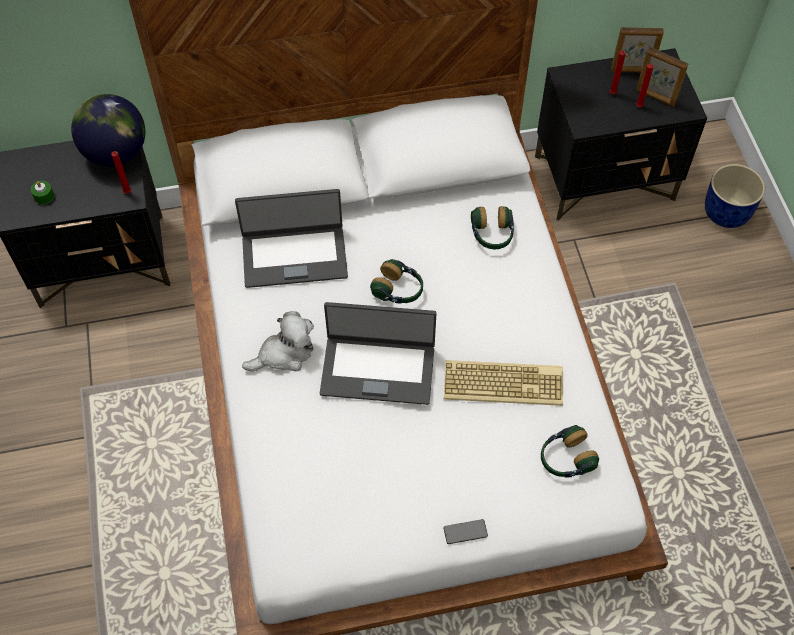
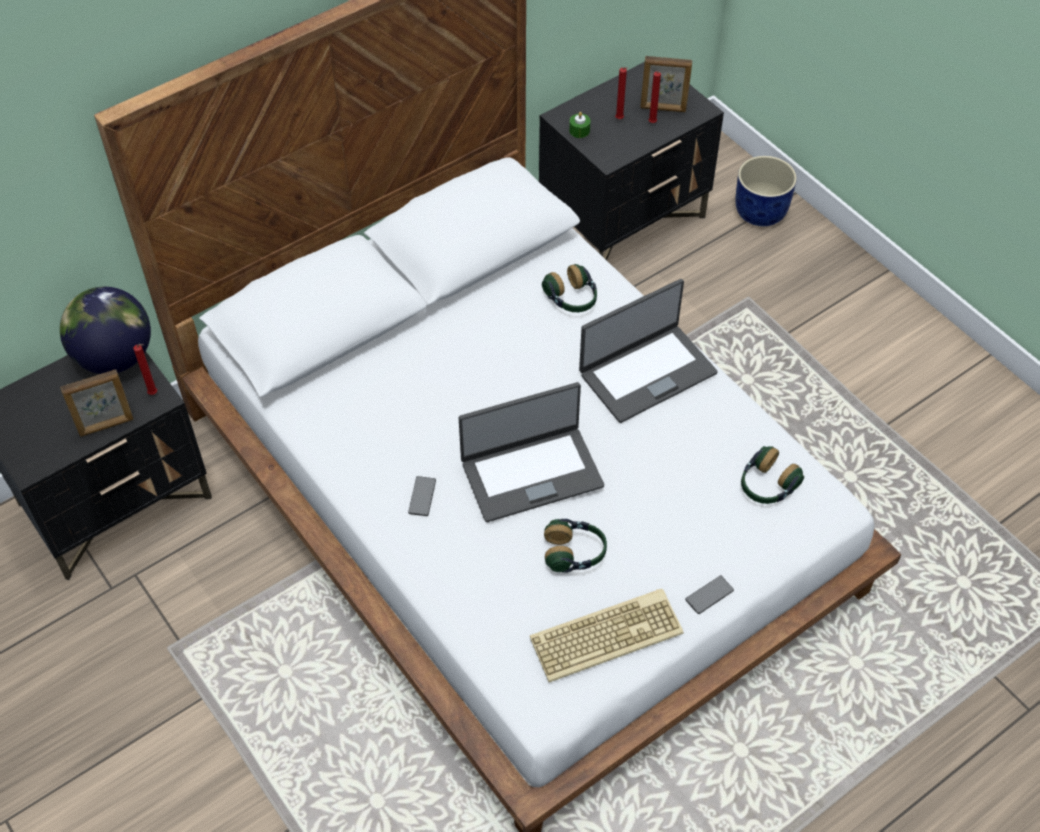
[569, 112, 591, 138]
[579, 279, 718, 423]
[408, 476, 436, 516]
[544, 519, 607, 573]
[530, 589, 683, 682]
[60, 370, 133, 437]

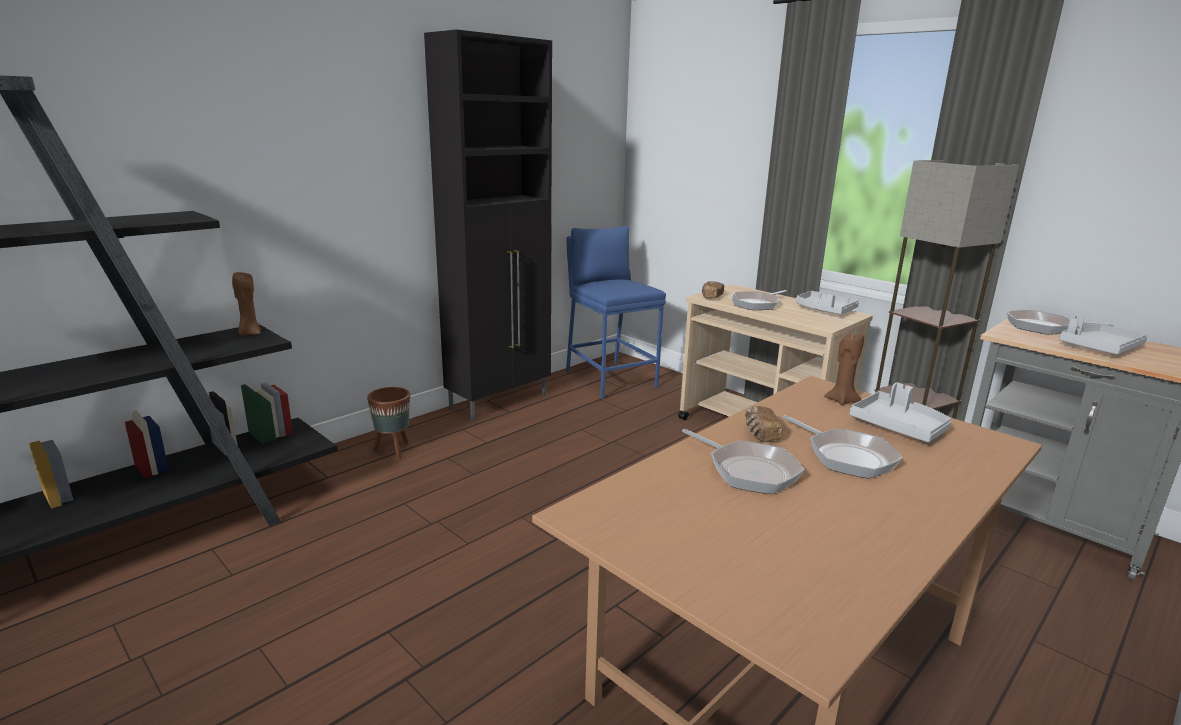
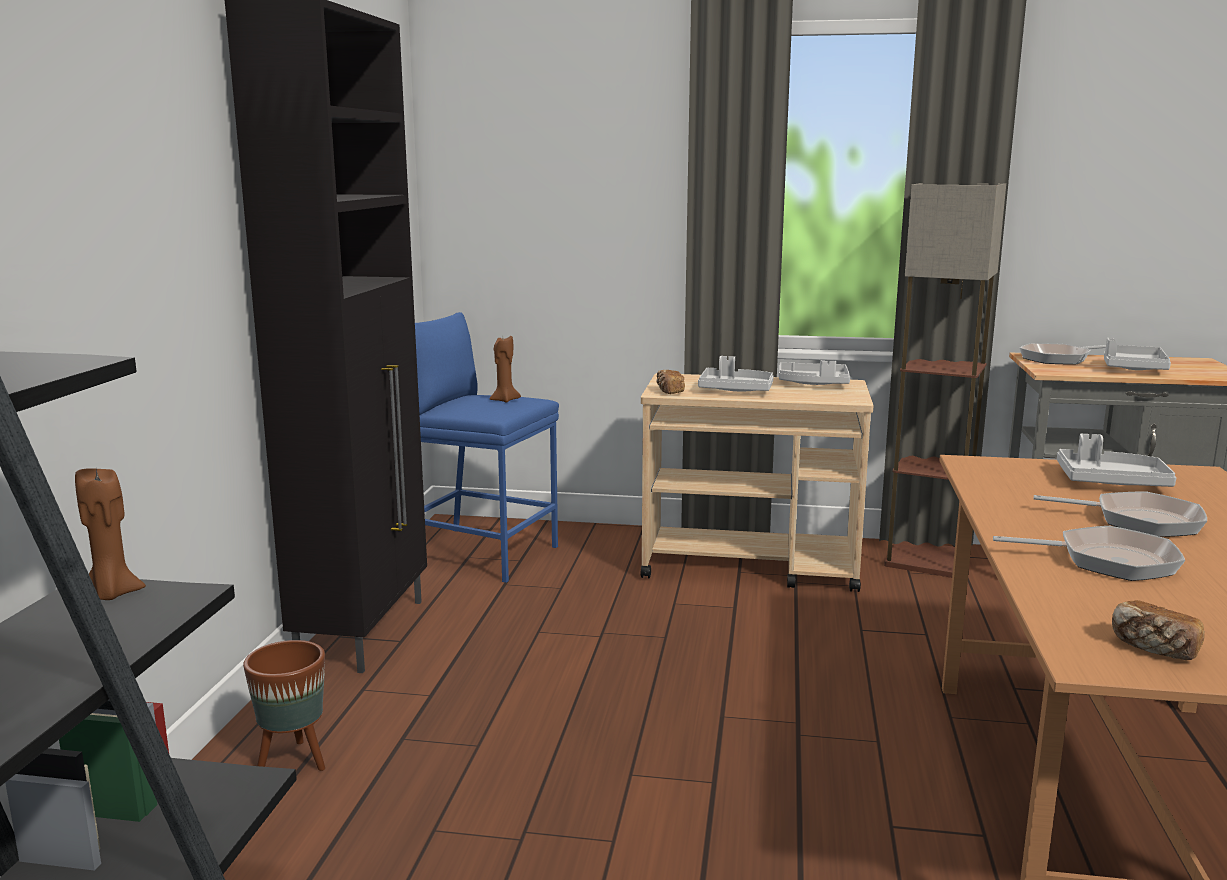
[698, 356, 774, 391]
[1112, 600, 1205, 660]
[490, 336, 521, 403]

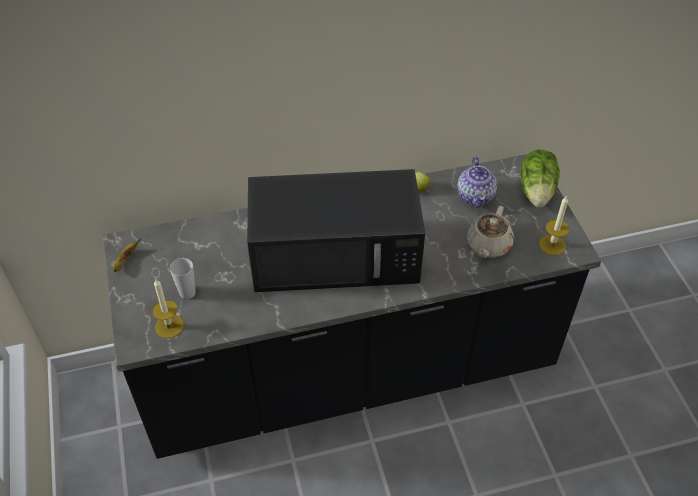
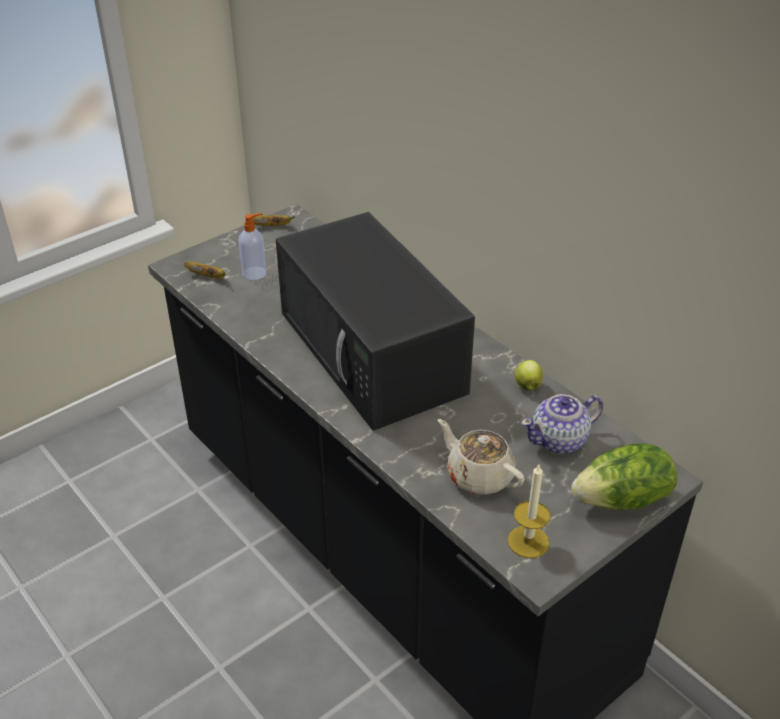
[184, 262, 226, 278]
[239, 213, 267, 280]
[438, 419, 525, 495]

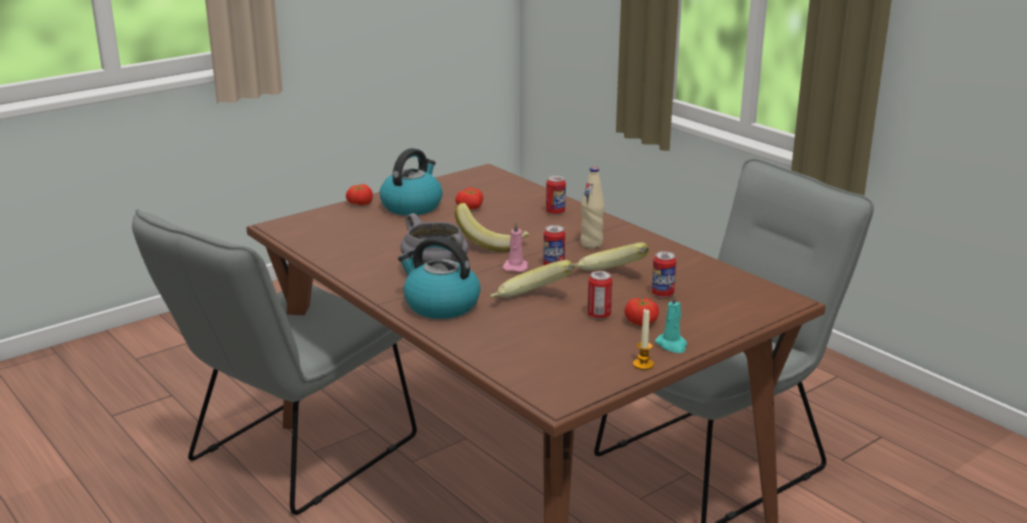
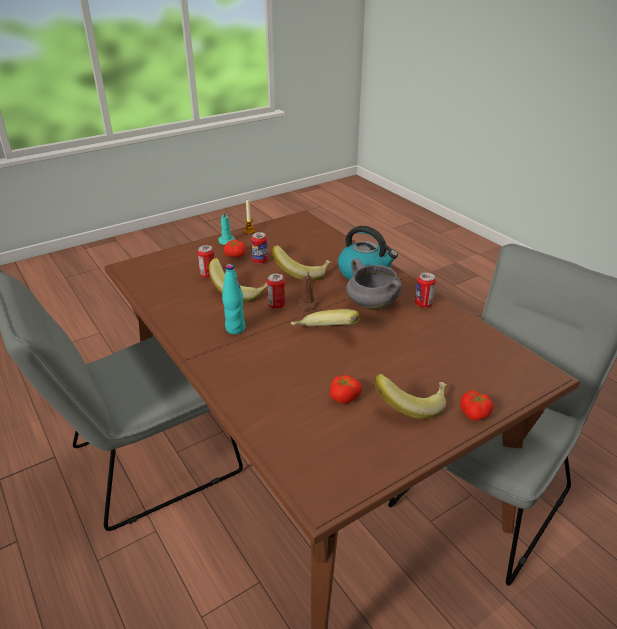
[375, 374, 447, 419]
[297, 270, 319, 312]
[415, 273, 436, 308]
[222, 264, 246, 334]

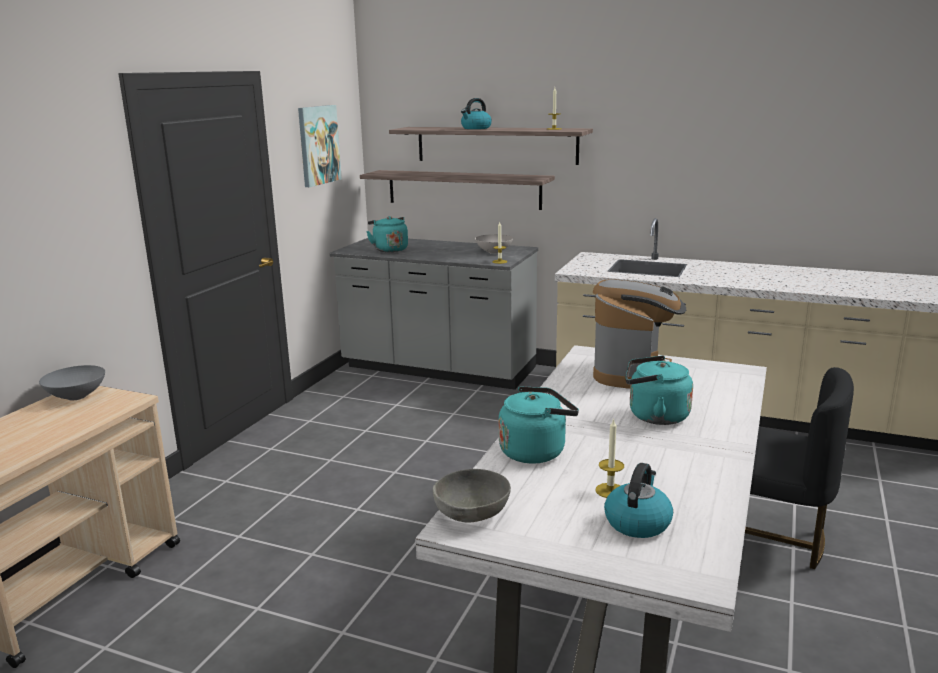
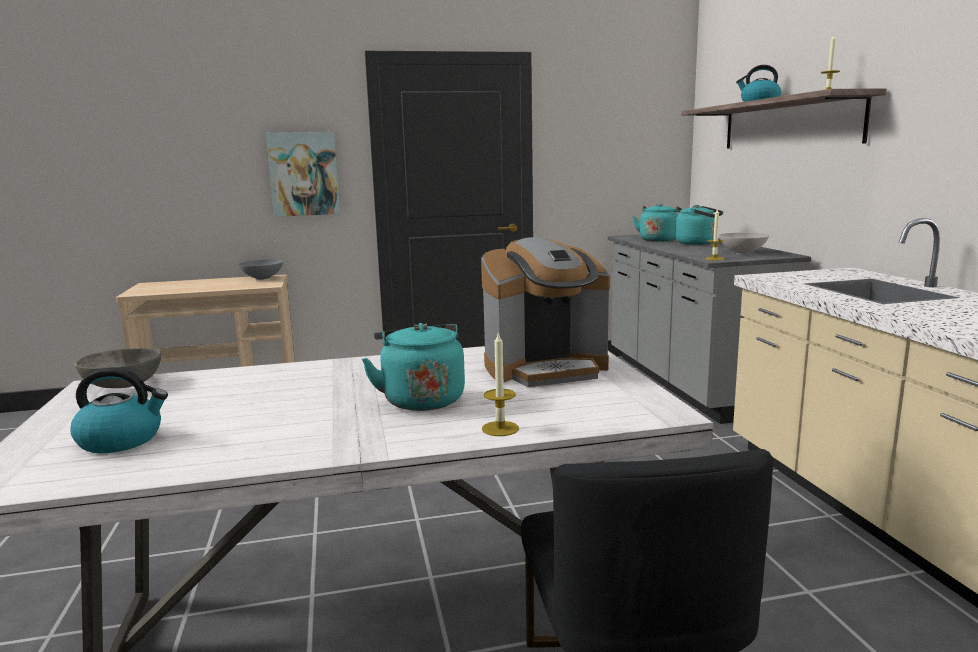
[266, 132, 340, 217]
[360, 170, 555, 210] (first image)
[675, 205, 723, 245]
[482, 332, 519, 436]

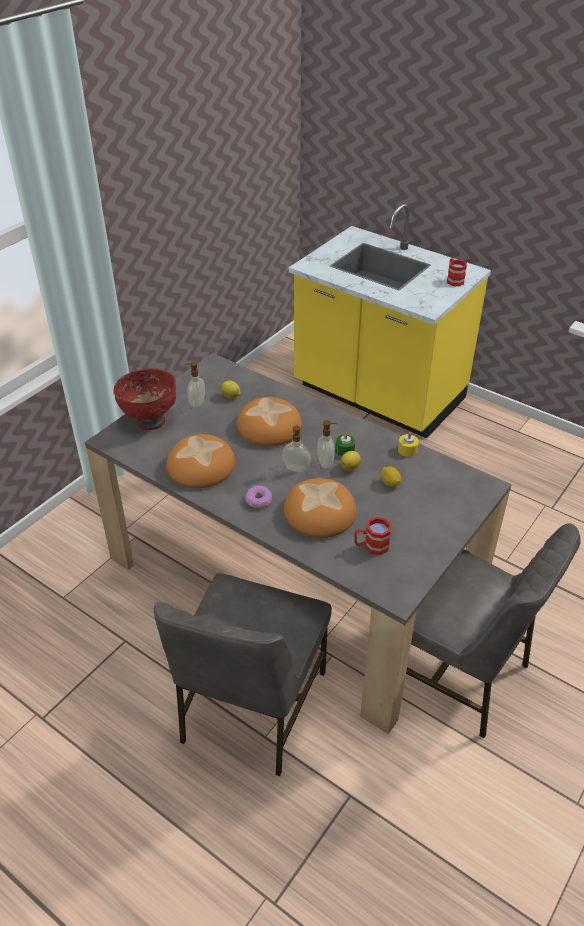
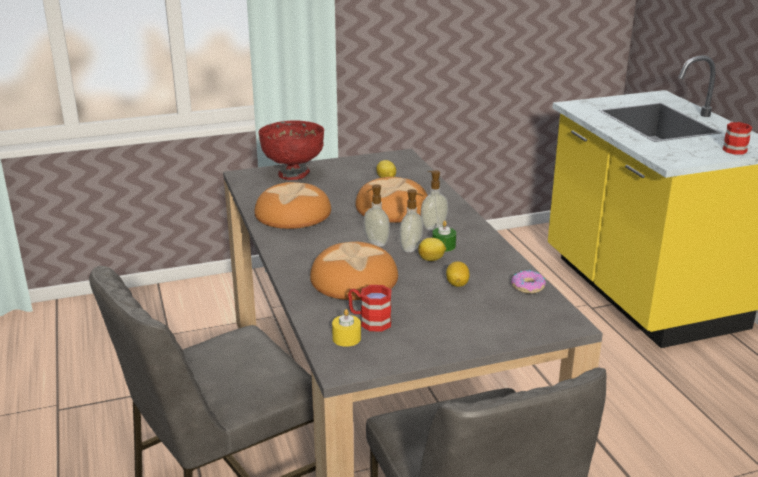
[421, 170, 448, 230]
[511, 270, 546, 294]
[332, 309, 361, 347]

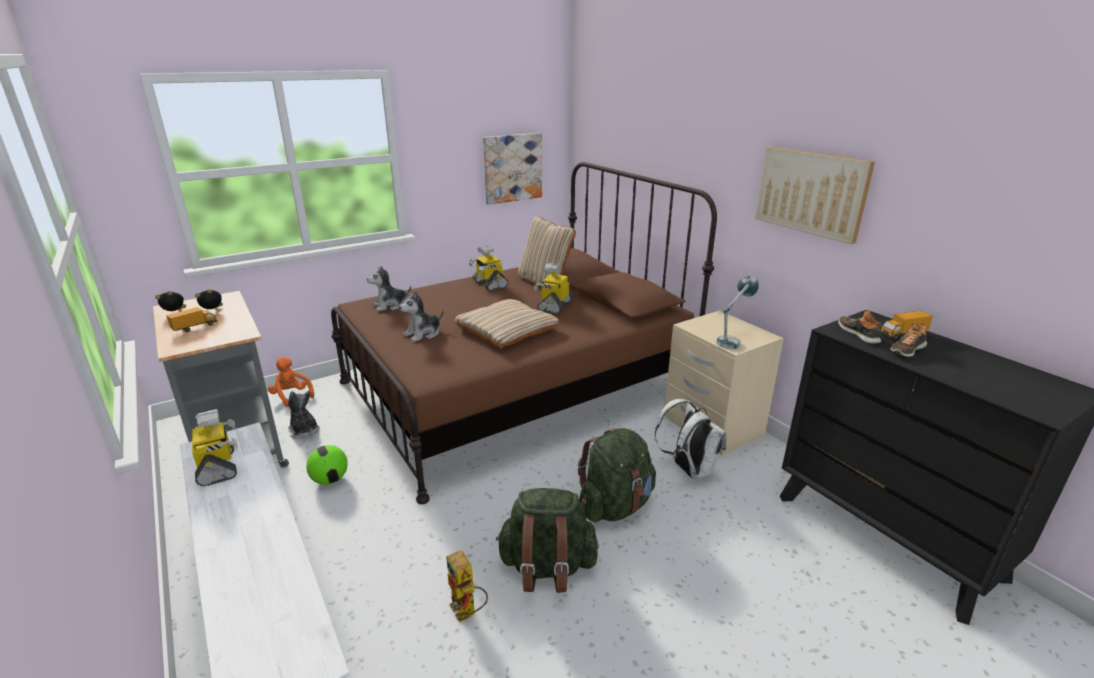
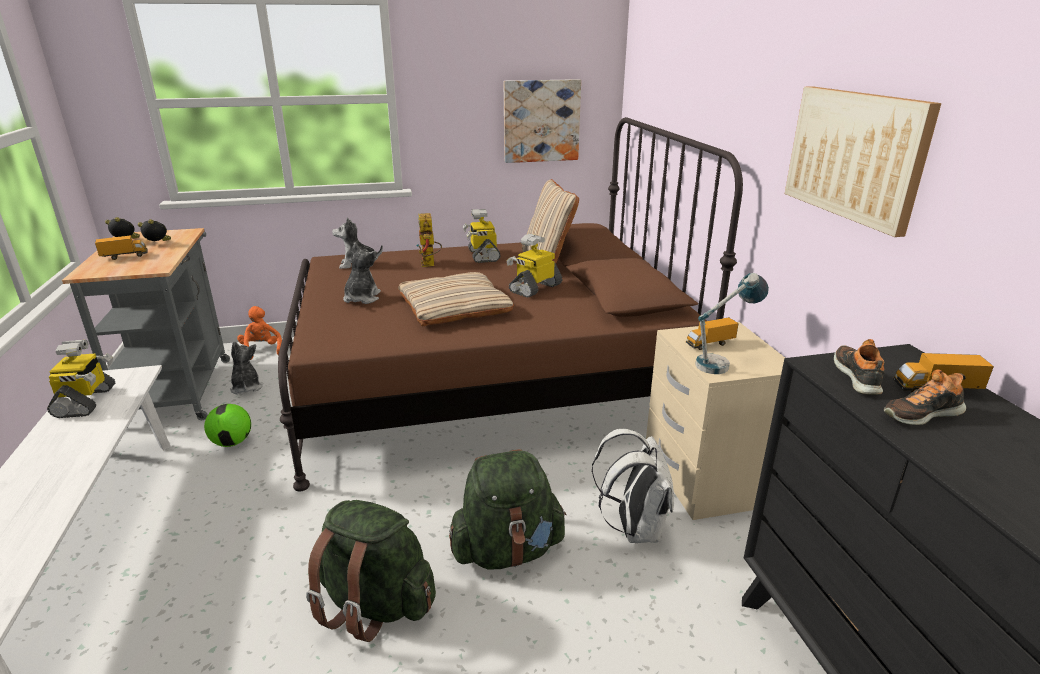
[343, 243, 381, 304]
[416, 213, 442, 267]
[686, 317, 739, 350]

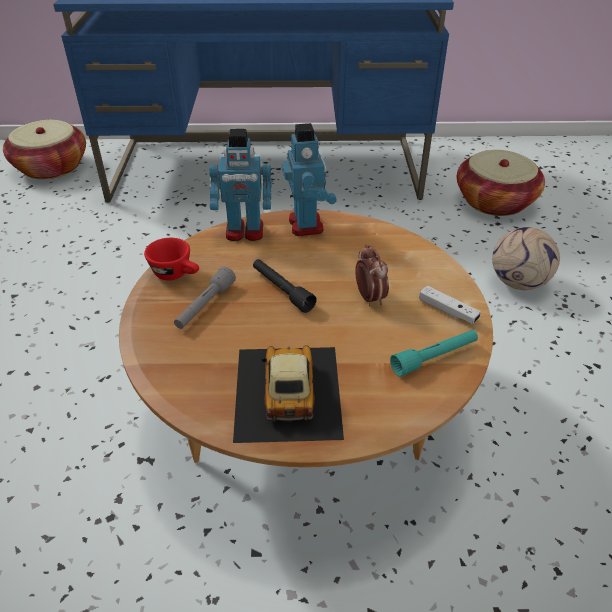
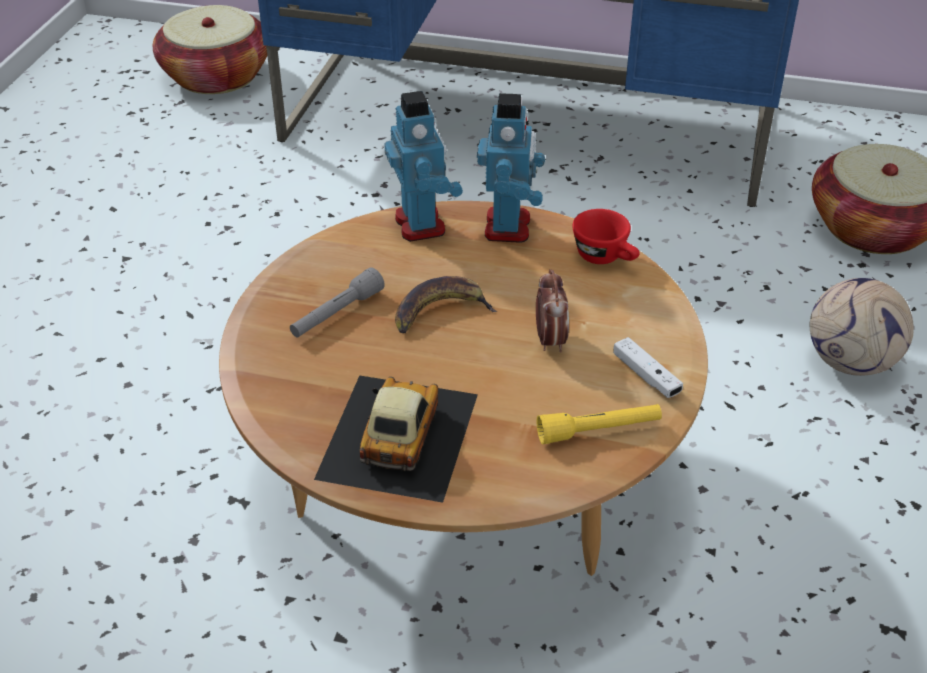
[572, 209, 640, 264]
[385, 91, 463, 242]
[395, 276, 497, 333]
[537, 404, 662, 444]

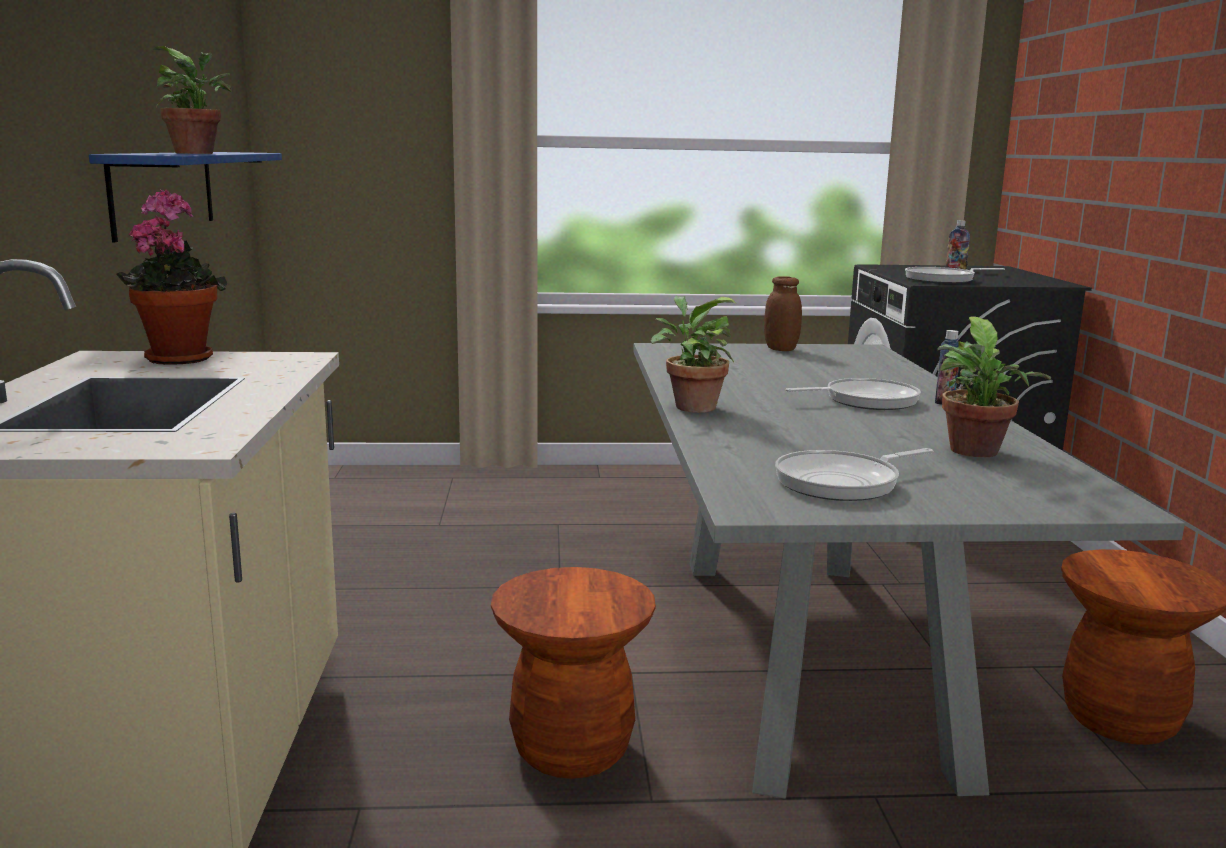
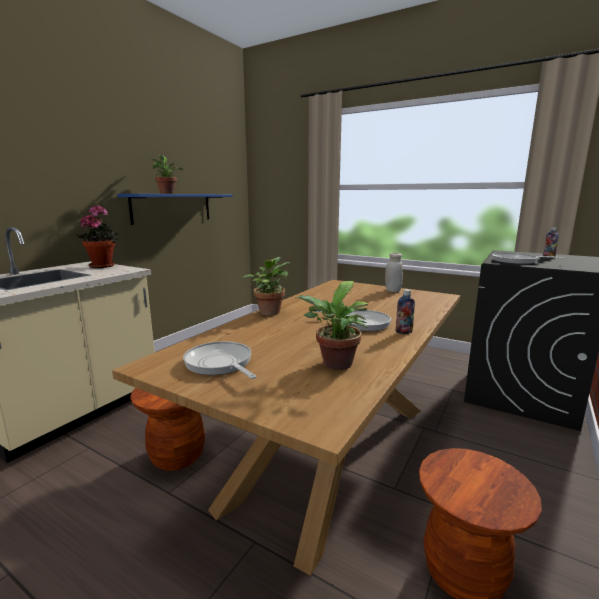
[112, 280, 460, 576]
[385, 253, 403, 292]
[183, 341, 257, 379]

